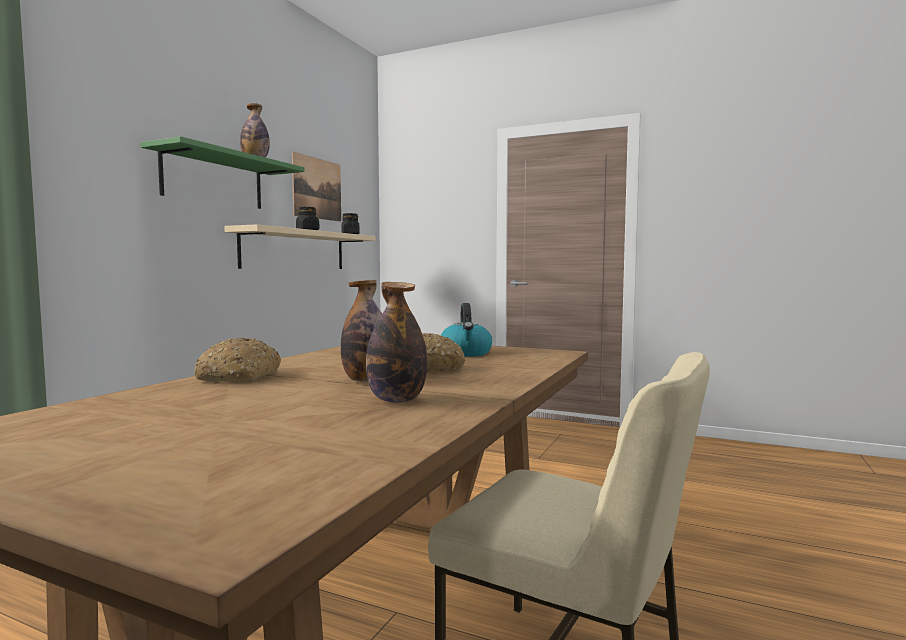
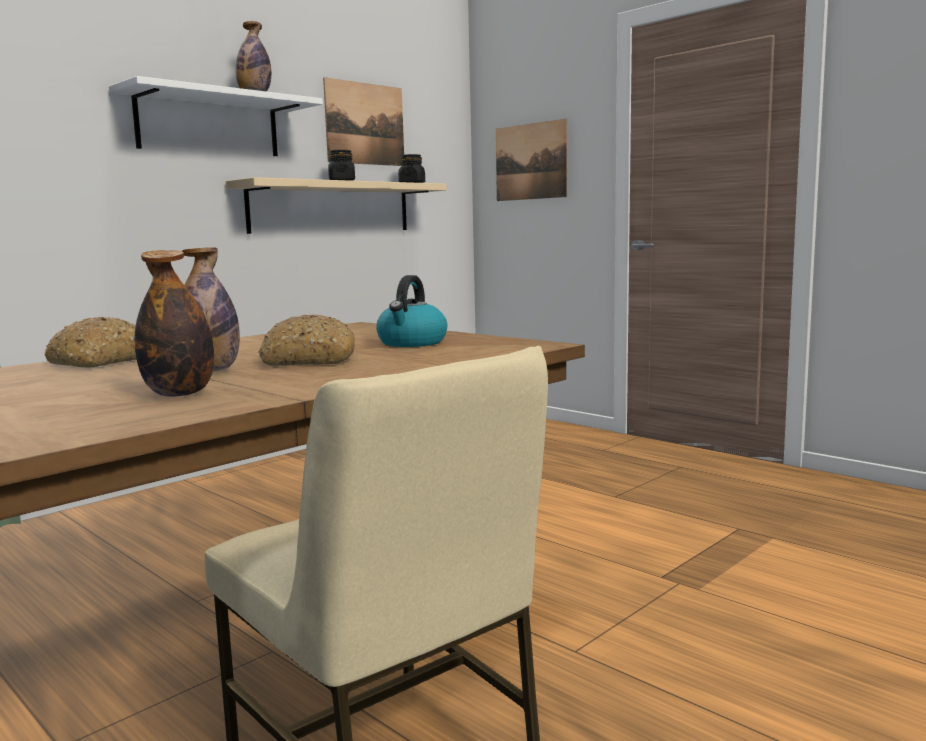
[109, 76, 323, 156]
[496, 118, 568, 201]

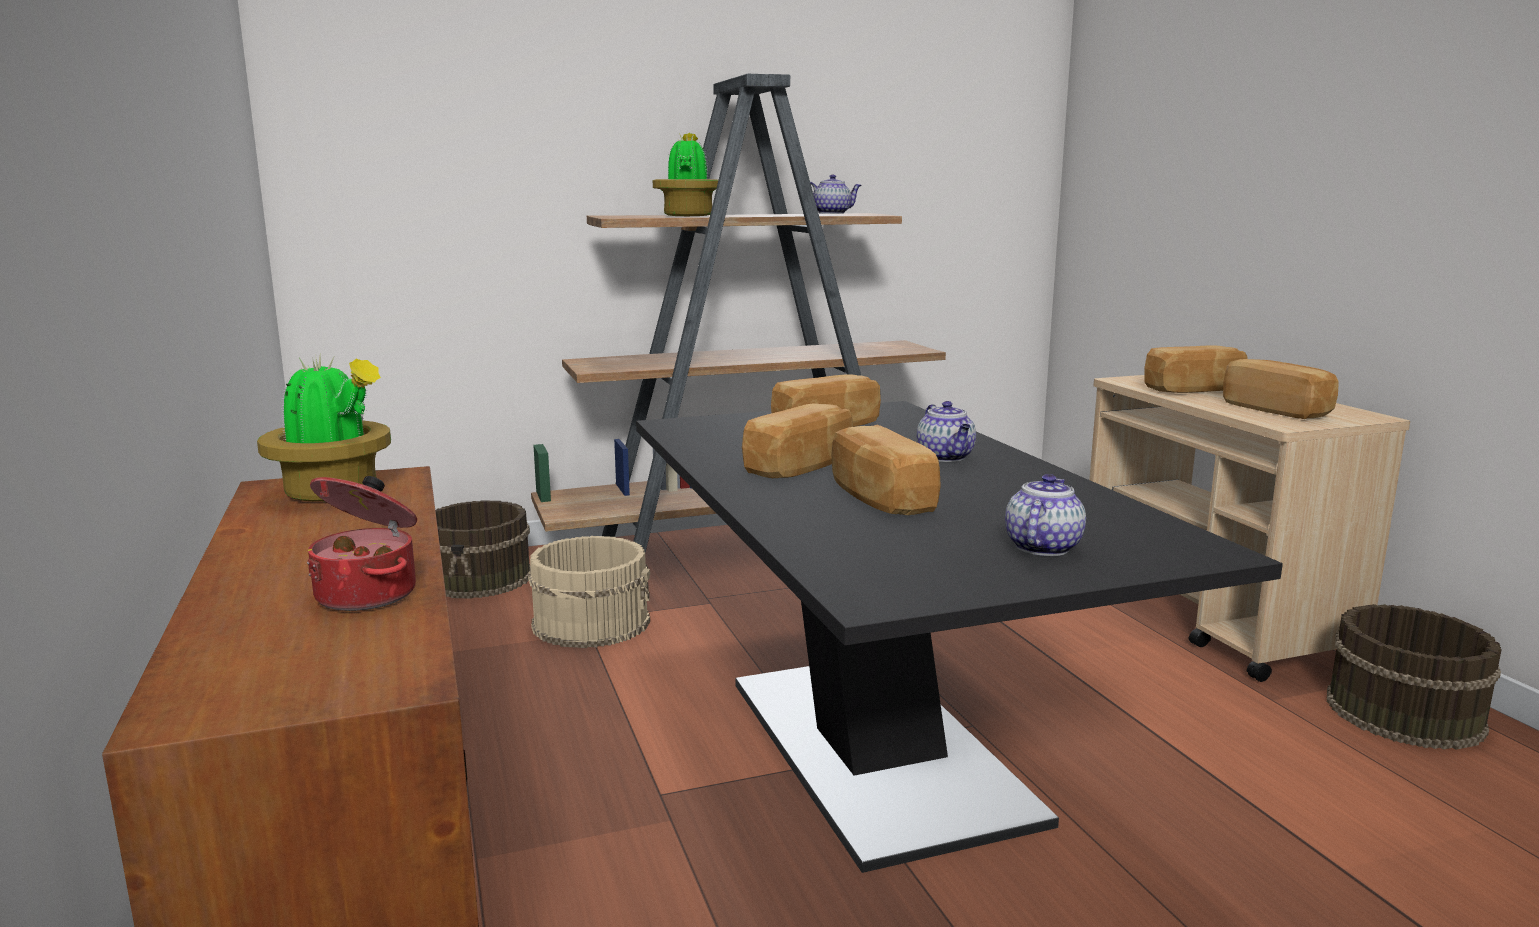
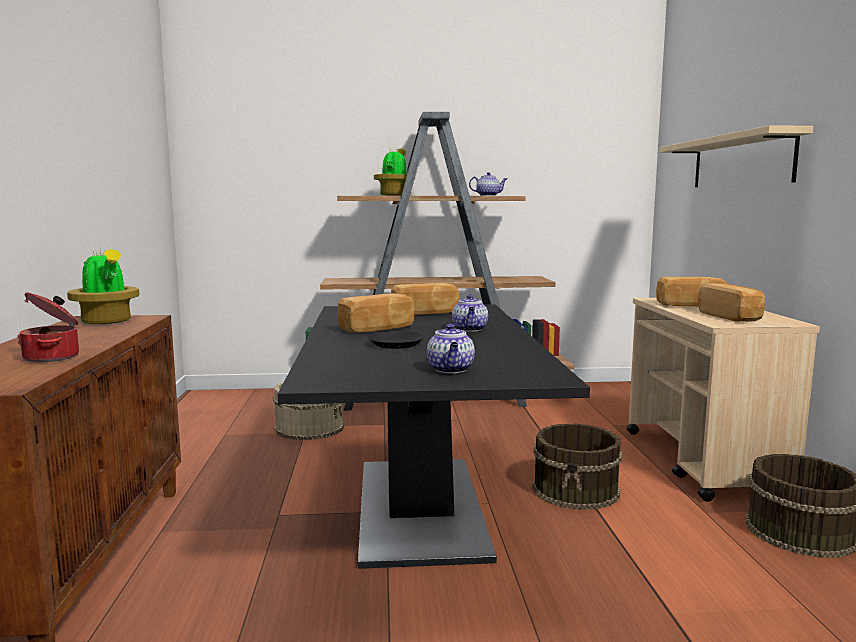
[532, 423, 622, 510]
[368, 331, 425, 349]
[427, 324, 475, 373]
[659, 125, 813, 187]

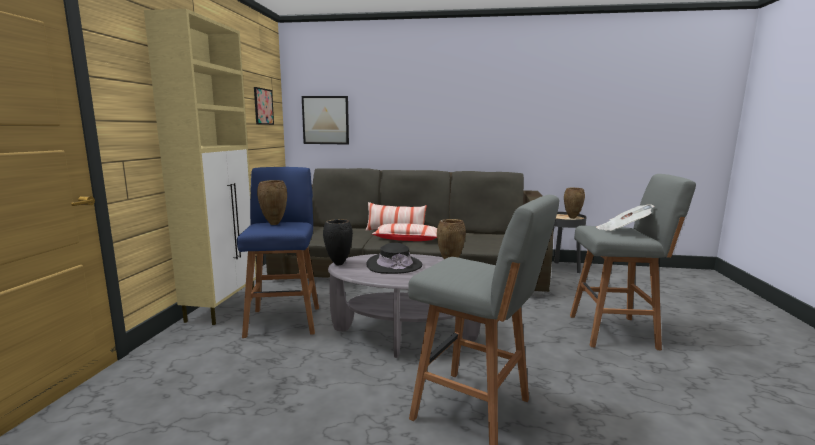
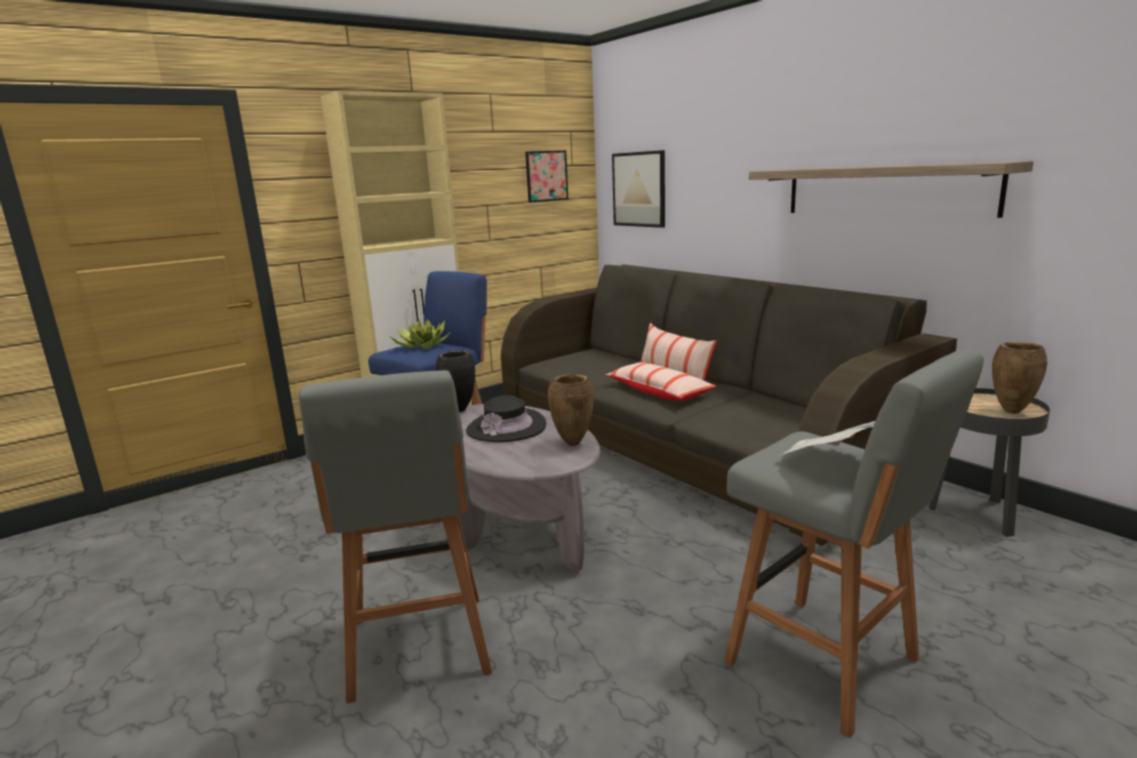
[391, 319, 450, 349]
[749, 161, 1034, 218]

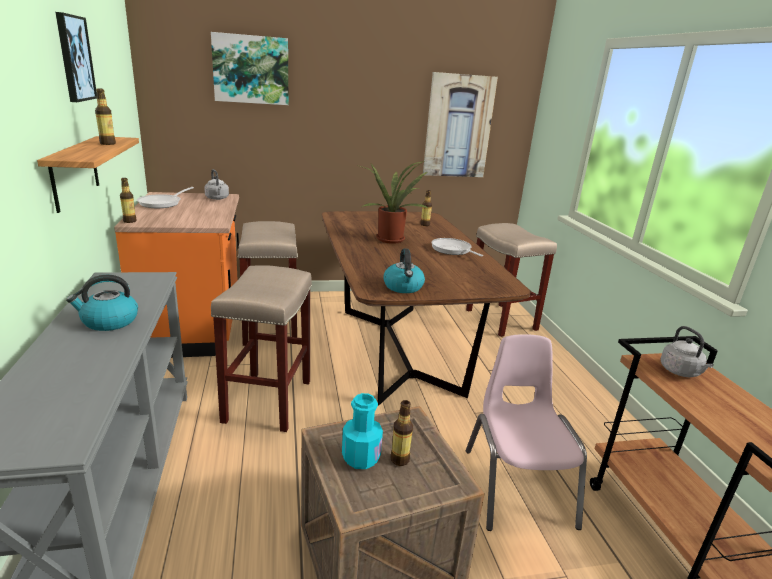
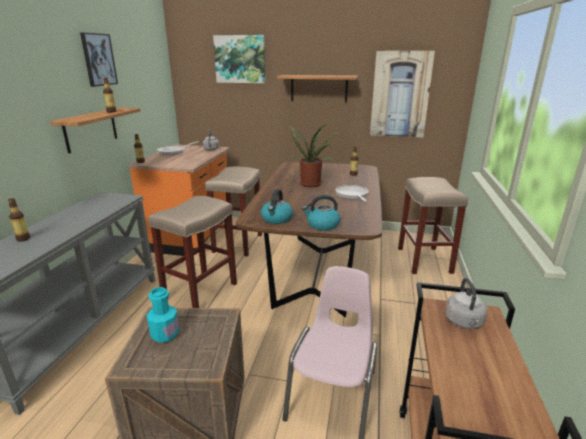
[302, 195, 341, 231]
[8, 198, 30, 242]
[277, 75, 358, 102]

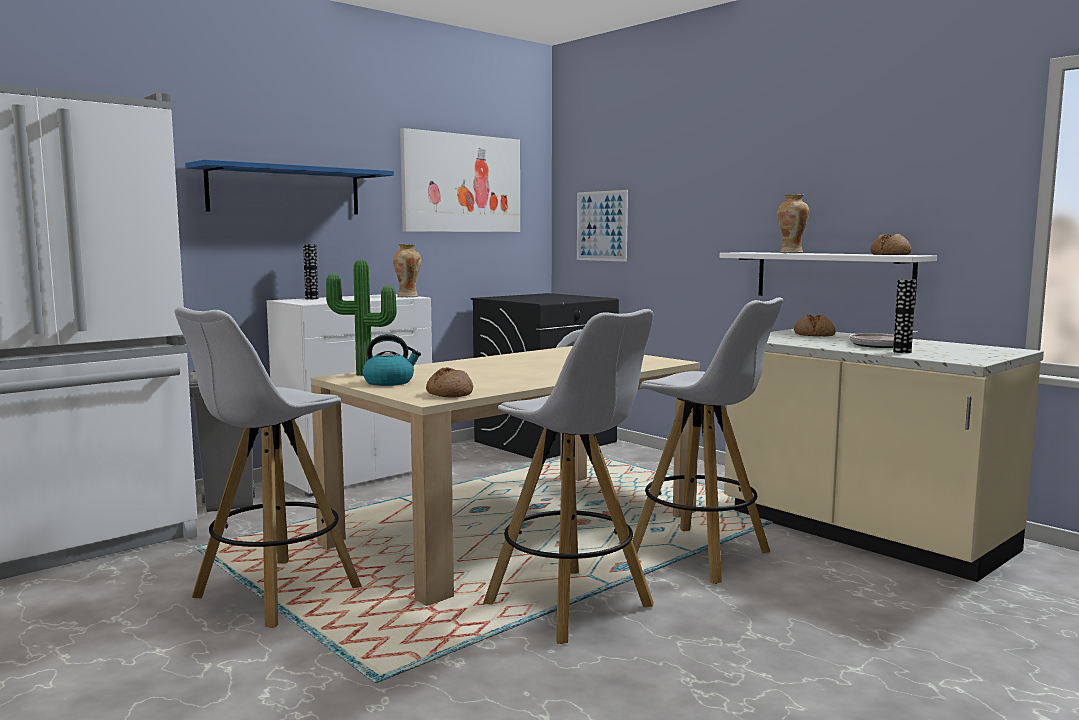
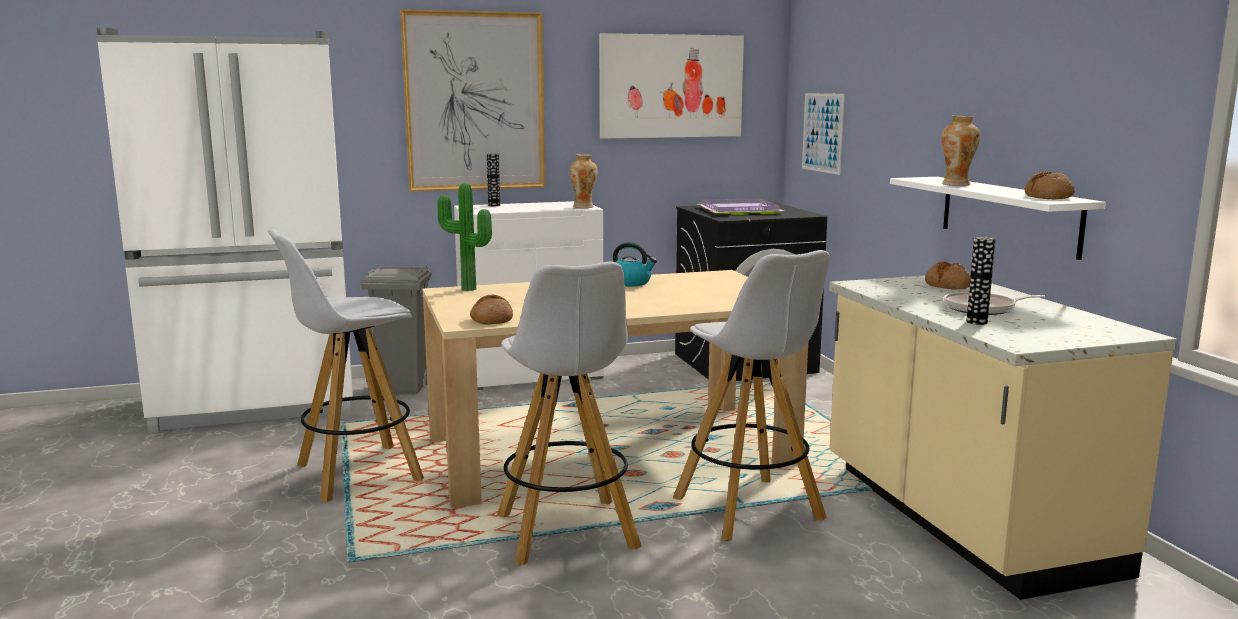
[400, 9, 545, 192]
[613, 242, 657, 286]
[698, 198, 784, 215]

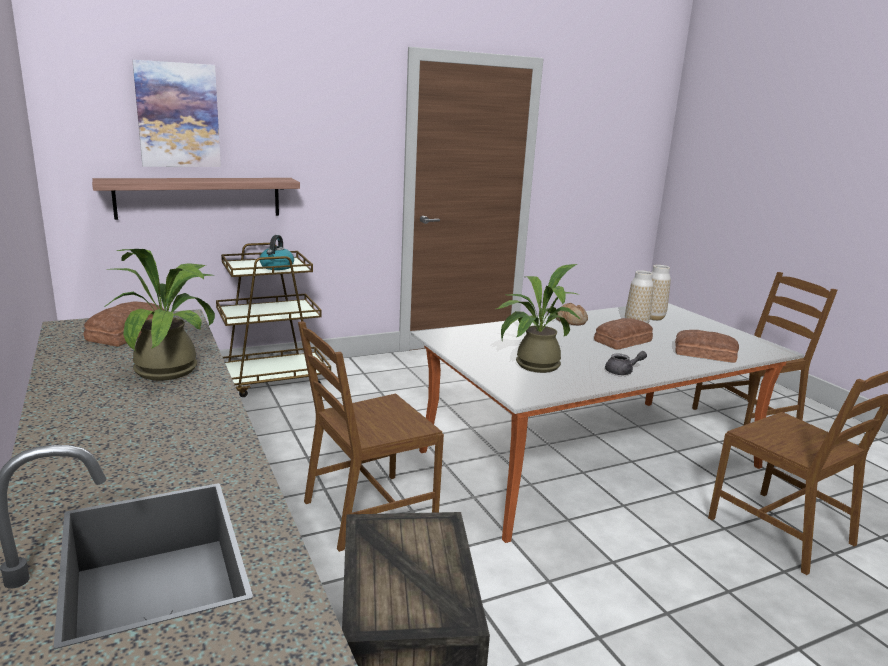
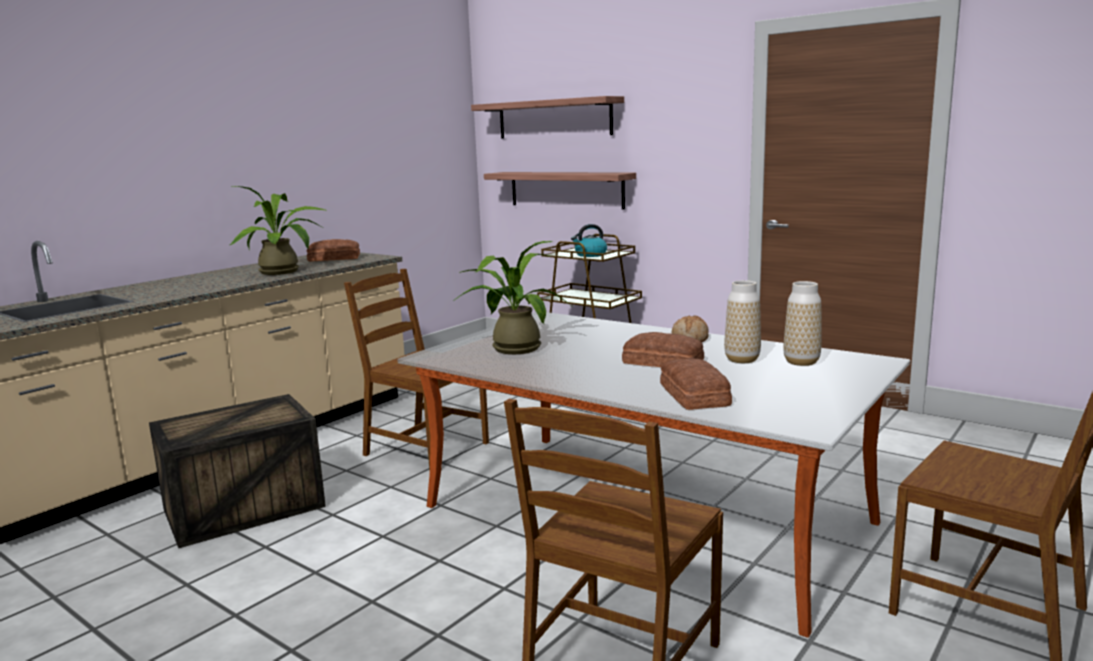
[471, 96, 624, 139]
[605, 351, 647, 375] (first image)

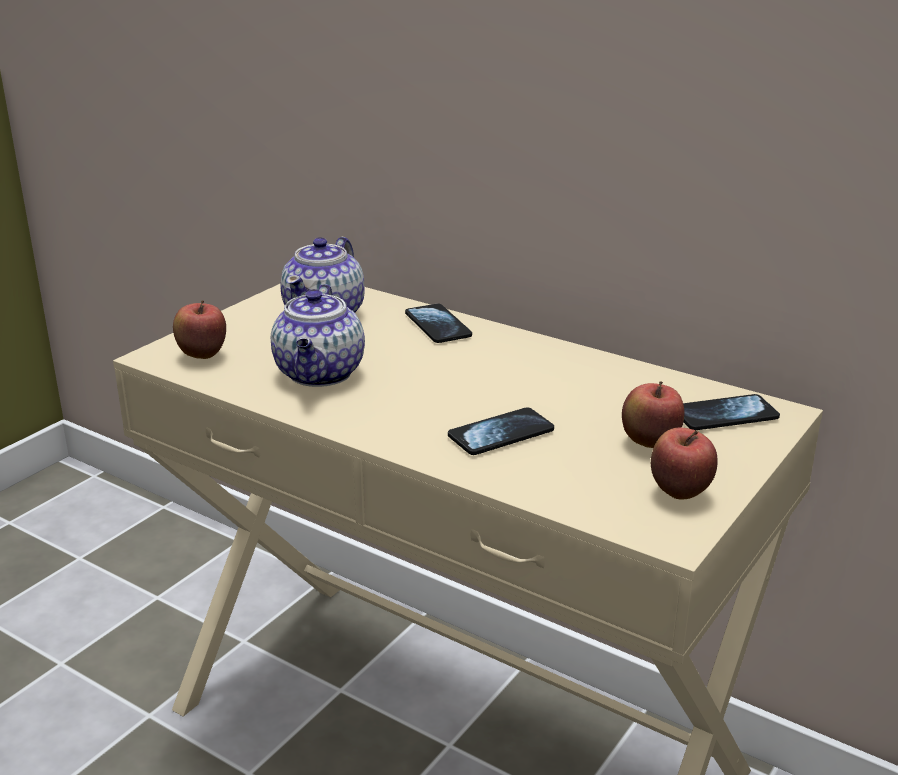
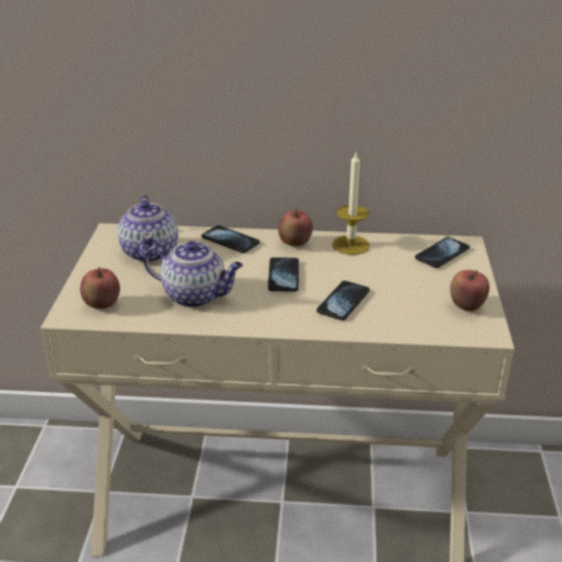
[144, 241, 243, 308]
[278, 209, 313, 246]
[268, 257, 299, 291]
[332, 153, 370, 255]

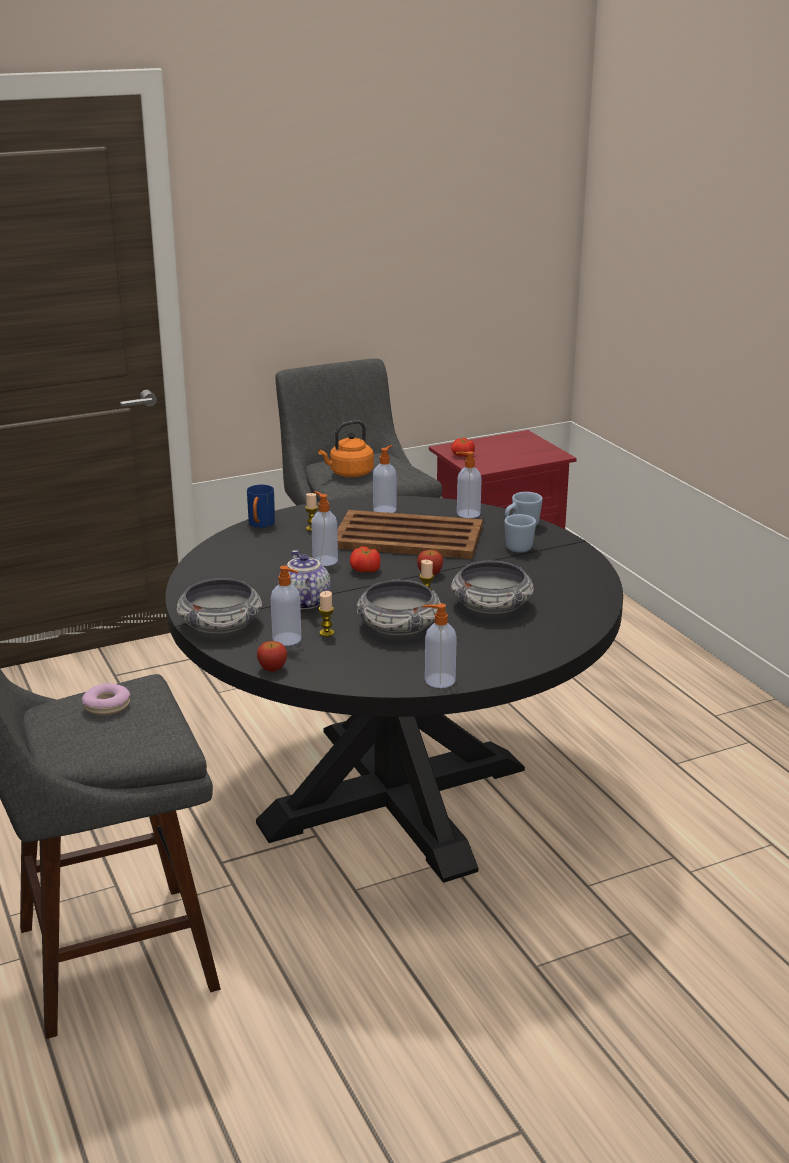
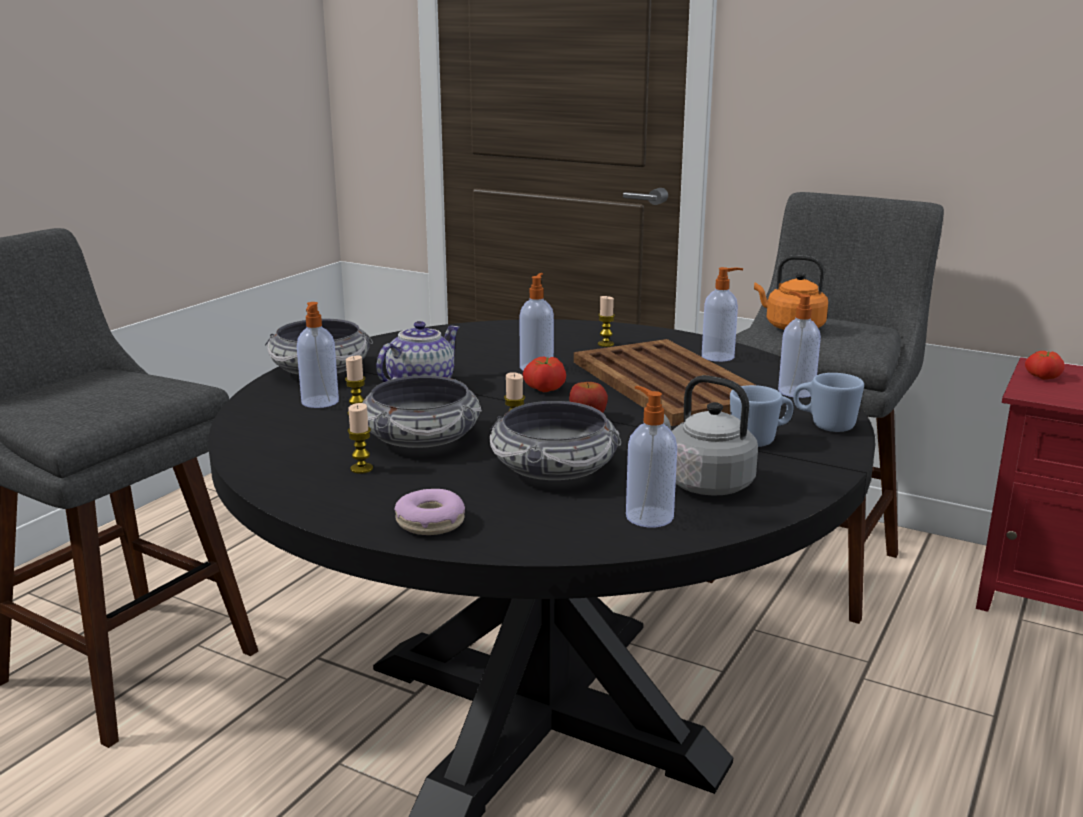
[395, 489, 465, 535]
[247, 485, 275, 528] (first image)
[257, 641, 287, 672] (first image)
[626, 386, 677, 527]
[347, 403, 373, 474]
[664, 375, 758, 496]

